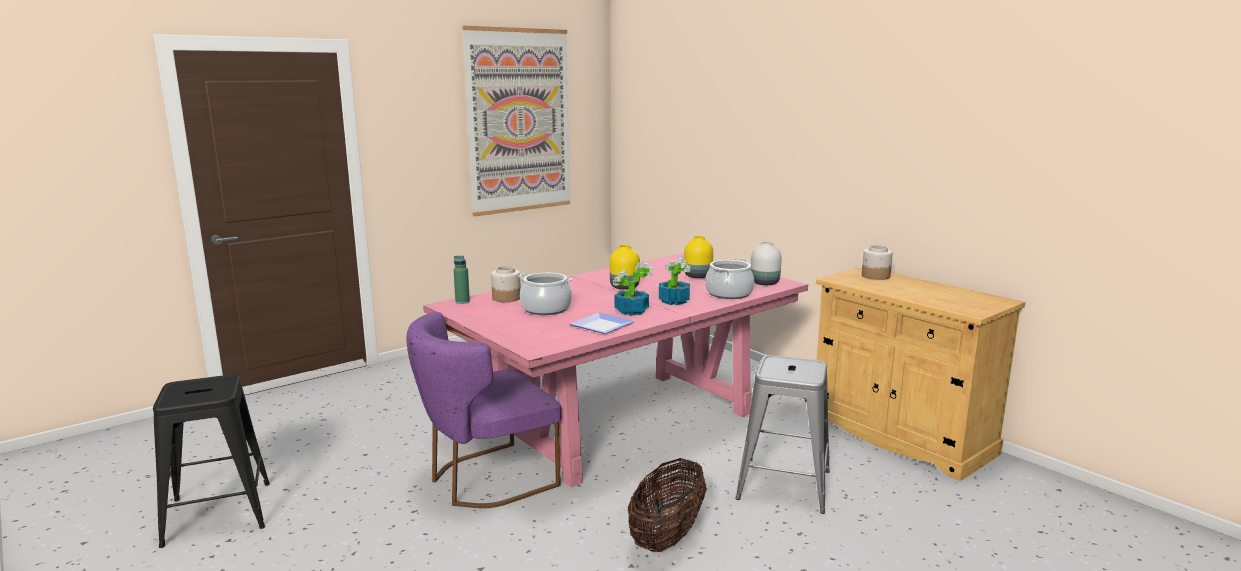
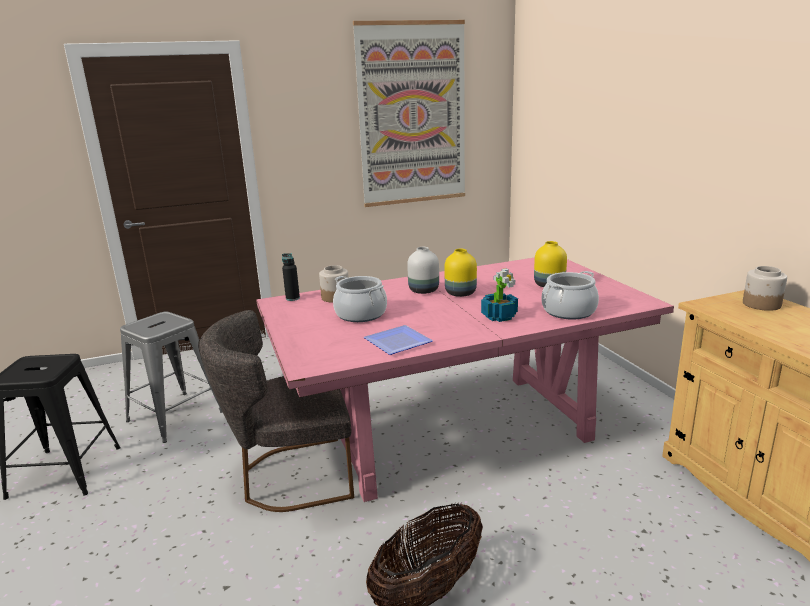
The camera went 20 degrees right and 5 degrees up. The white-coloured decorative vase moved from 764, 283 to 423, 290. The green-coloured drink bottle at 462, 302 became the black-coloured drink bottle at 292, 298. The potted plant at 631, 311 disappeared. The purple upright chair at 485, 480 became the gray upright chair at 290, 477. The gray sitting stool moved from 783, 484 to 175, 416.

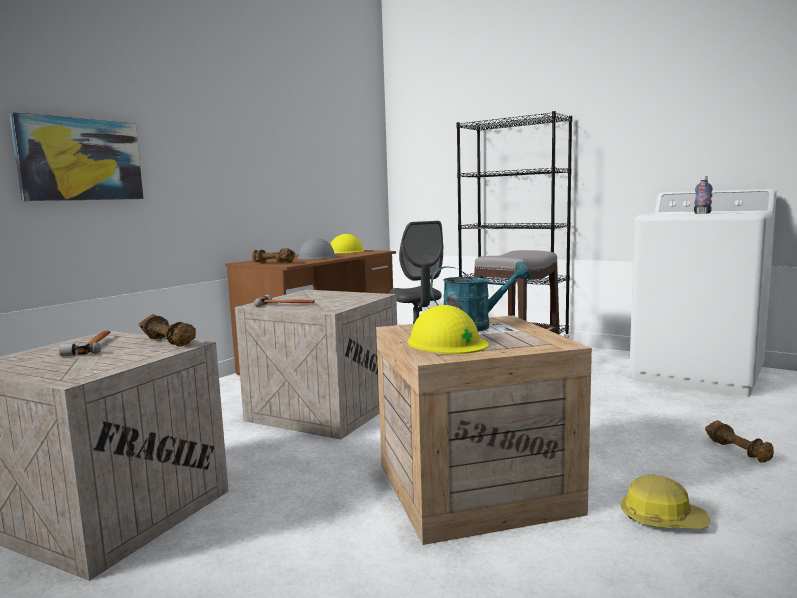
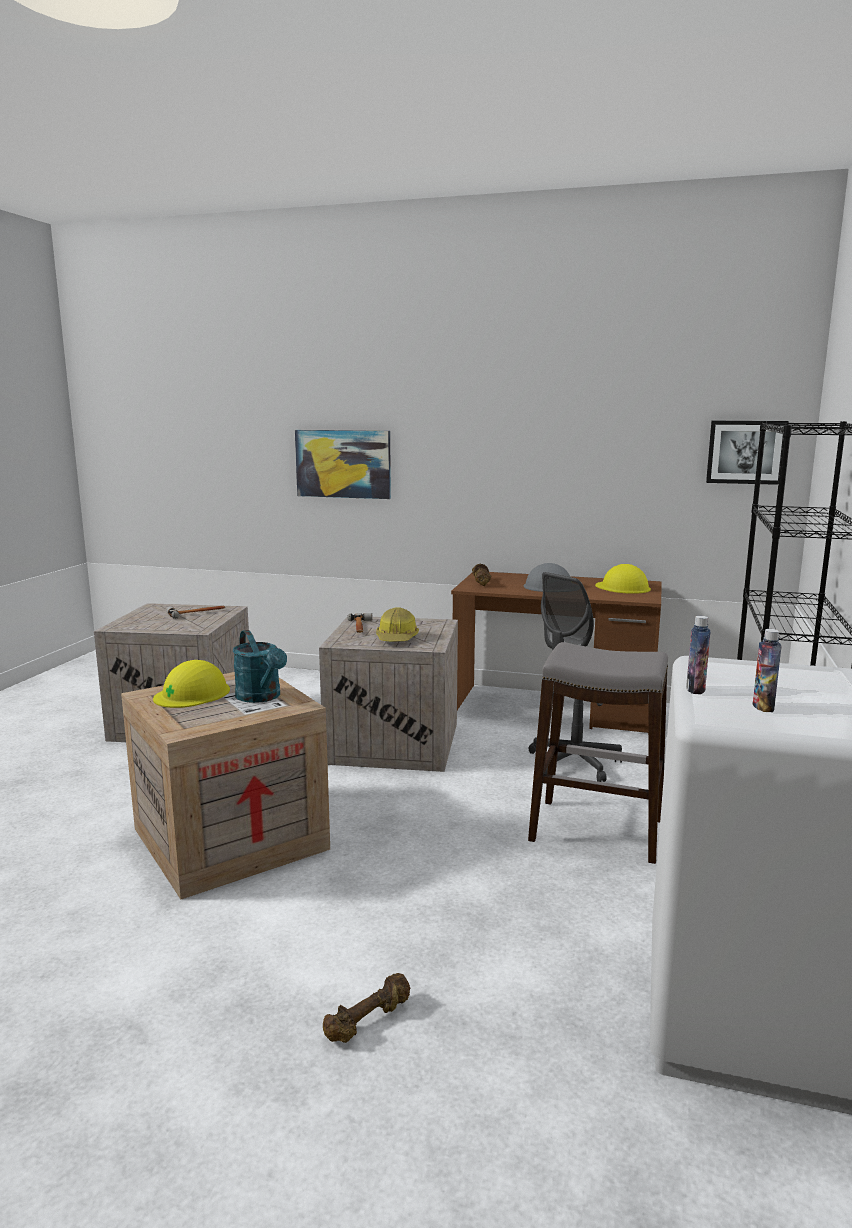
The camera went 70 degrees right and 5 degrees up. The brownish dumbbell at 169, 342 disappeared. The safety helmet moved from 662, 519 to 397, 638. The picture at 746, 452 appeared. The drink bottle at 763, 707 appeared.

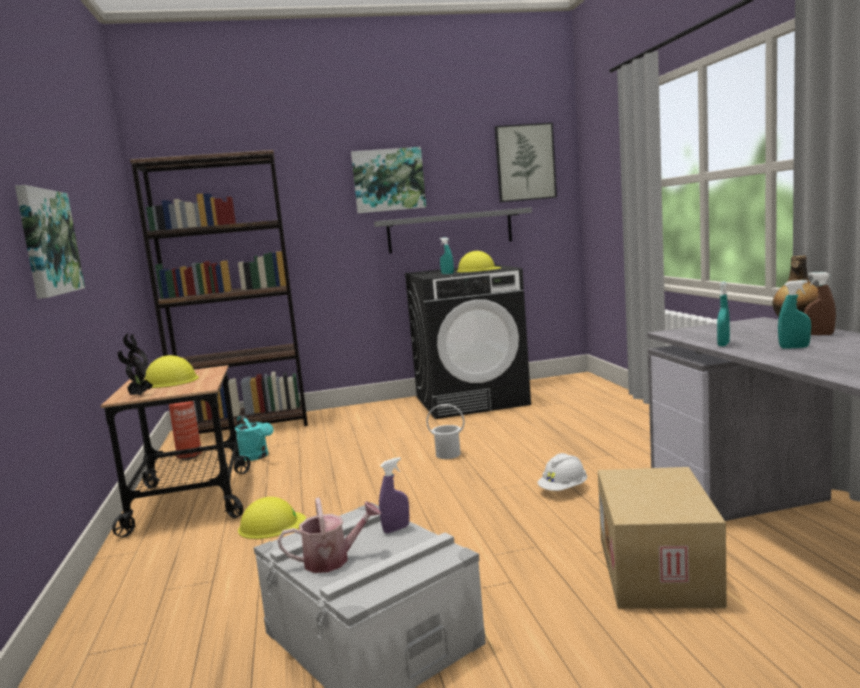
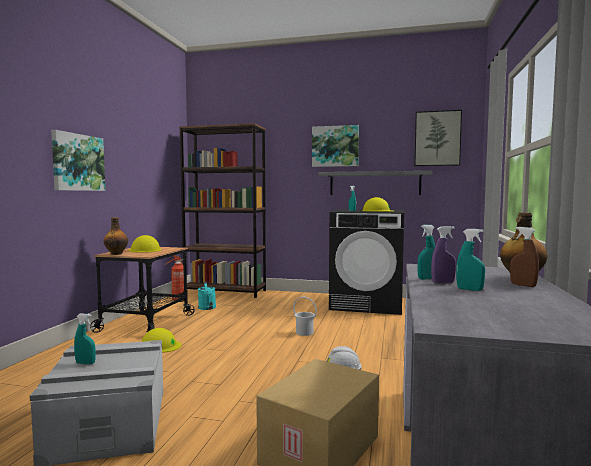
The camera went 25 degrees right and 5 degrees down. The potted plant at 139, 395 was replaced by the drink bottle at 116, 254. The purple hand sprayer moved from 396, 529 to 443, 283. The watering can at 333, 559 was replaced by the turquoise hand sprayer at 85, 363.

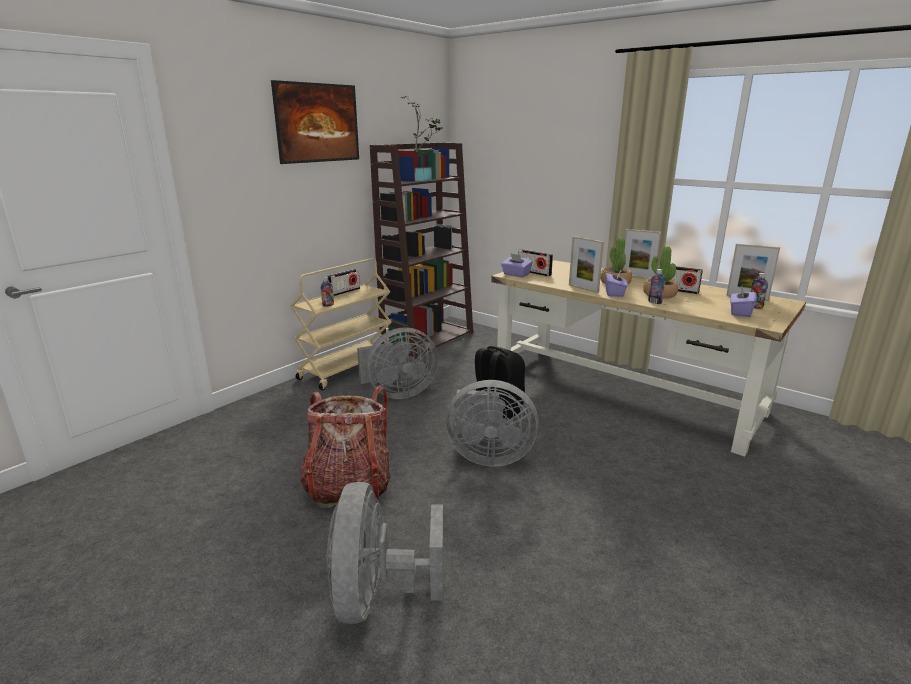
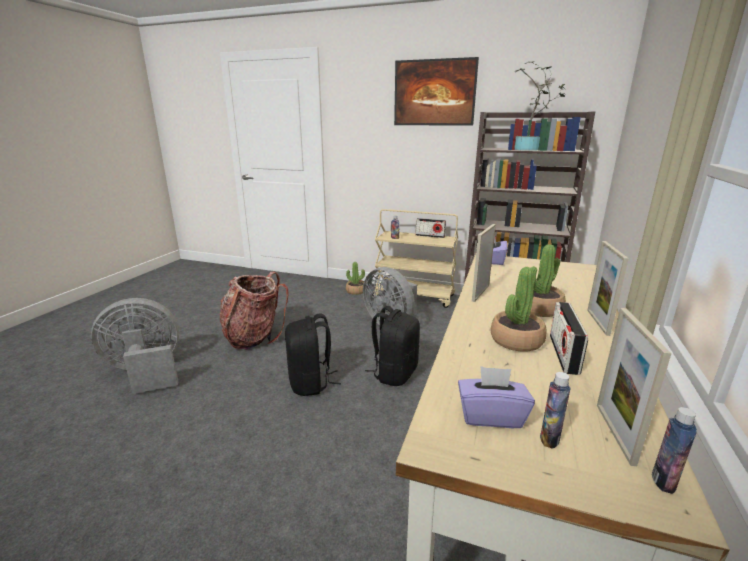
The camera went 70 degrees right and 0 degrees up. The radio receiver at 534, 272 disappeared. The purple box of tissues at 615, 293 disappeared. The drink bottle moved from 654, 302 to 663, 481. The gray cooling fan at 488, 456 was replaced by the black-coloured rucksack at 311, 383. The potted plant at 356, 291 appeared.

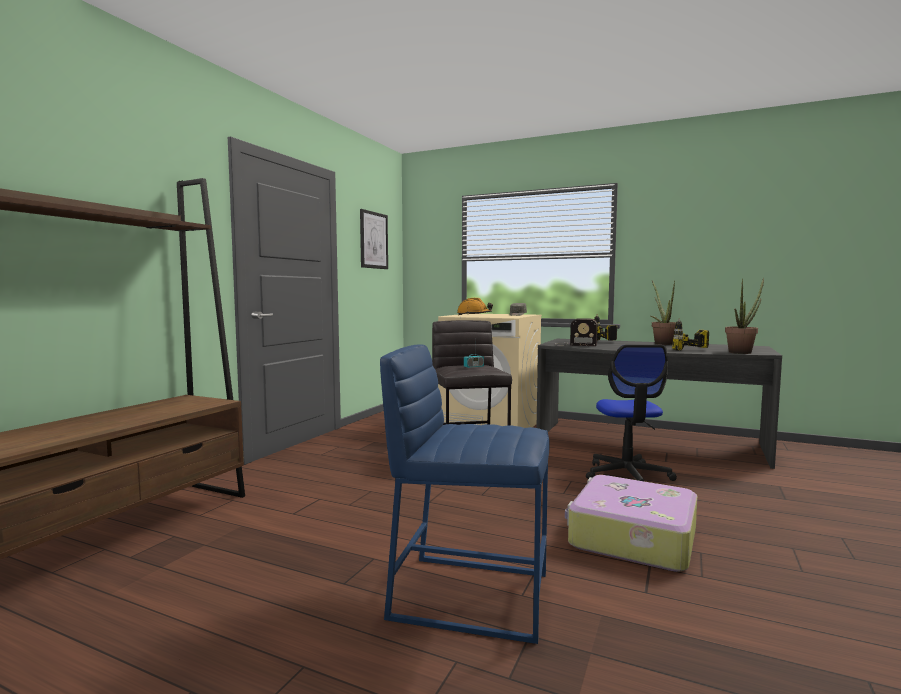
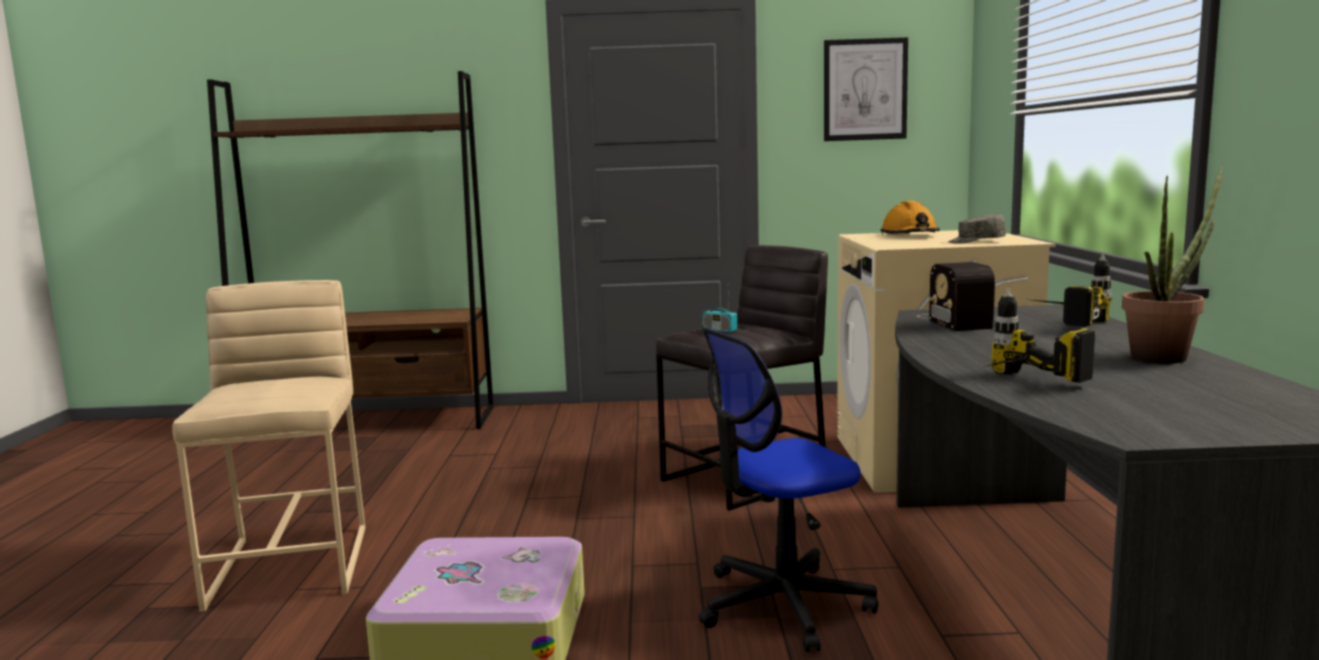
The camera went 65 degrees right and 5 degrees up. The potted plant at 742, 352 disappeared. The blue sitting stool at 469, 594 became the sand-coloured sitting stool at 293, 565.

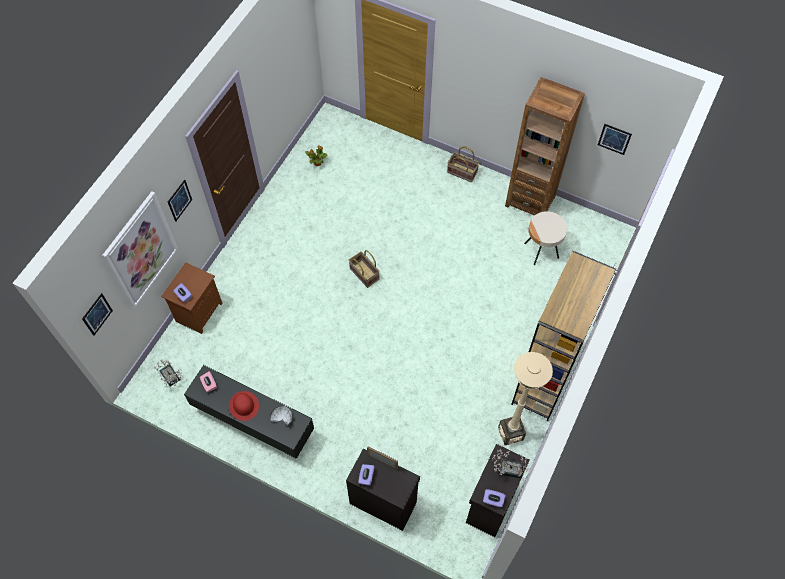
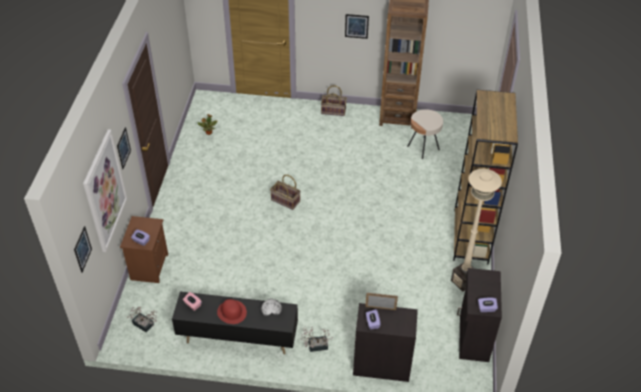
The camera went 20 degrees left and 15 degrees down. The picture moved from 614, 139 to 356, 26. The potted plant moved from 507, 468 to 315, 345.

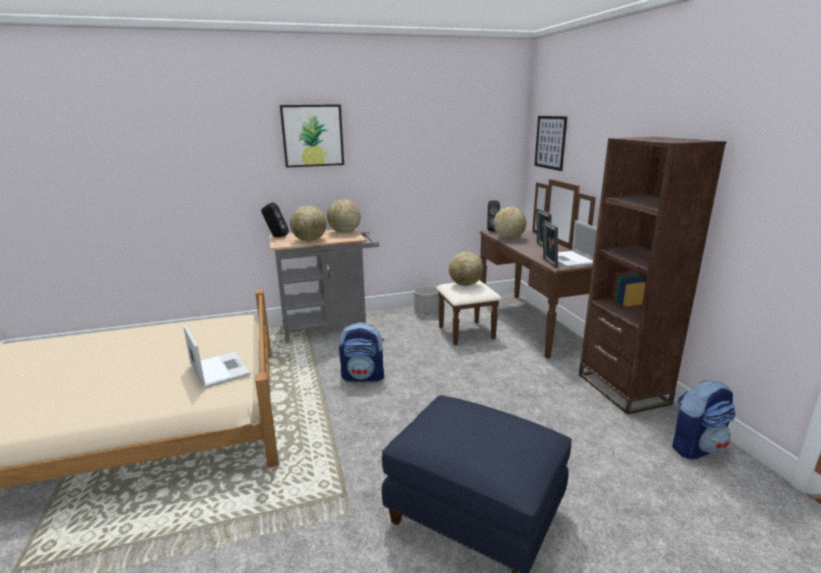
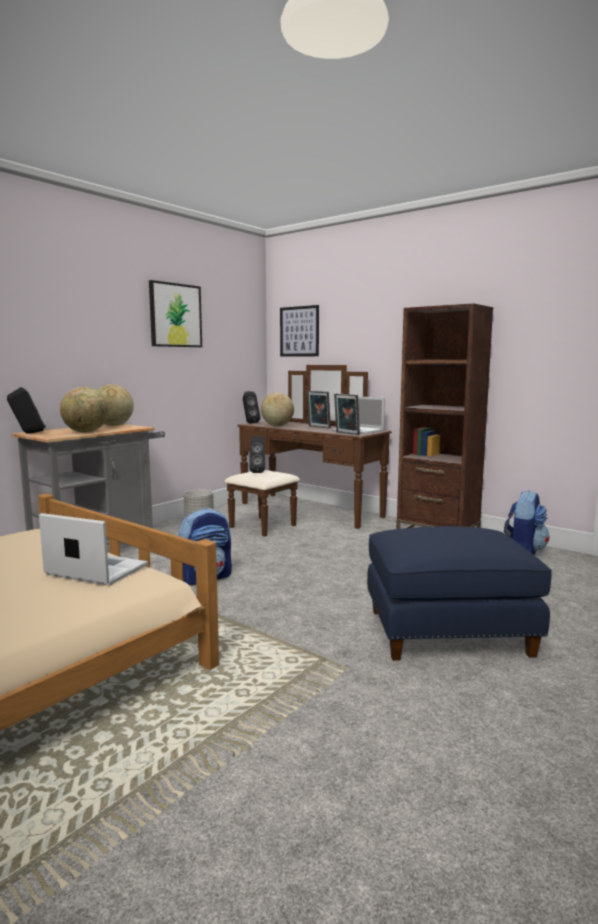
The camera went 35 degrees left and 10 degrees down. The picture moved from 312, 135 to 175, 315. The globe at 465, 284 was replaced by the black-coloured speaker at 257, 472.

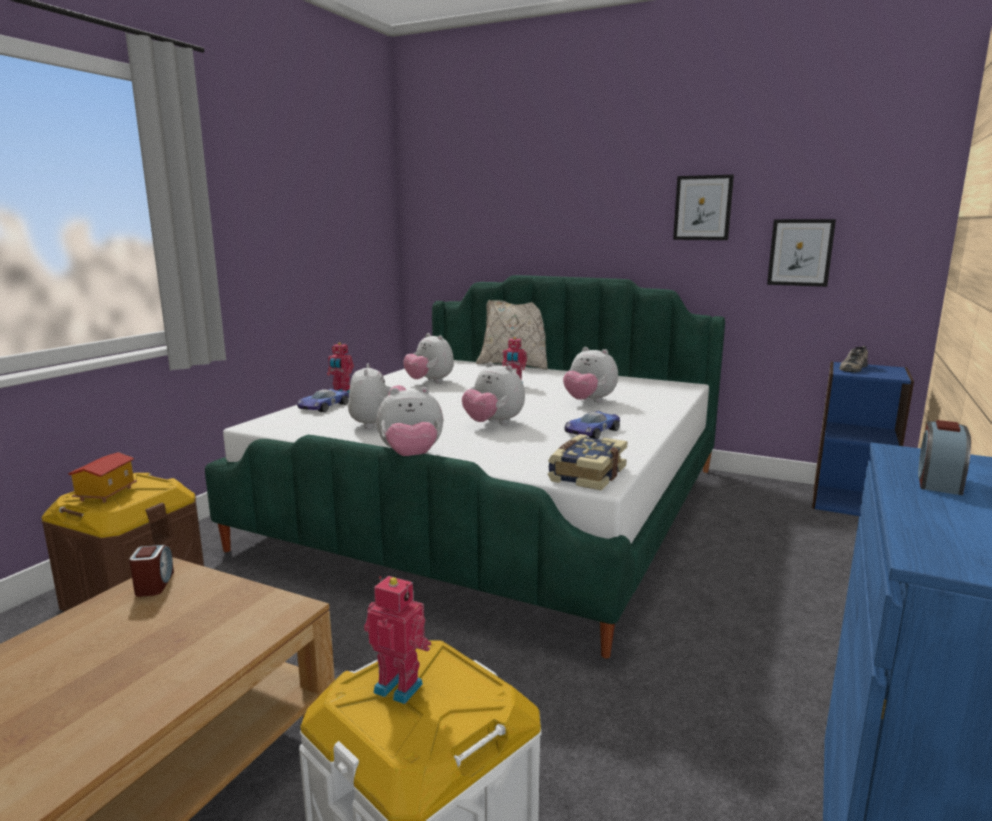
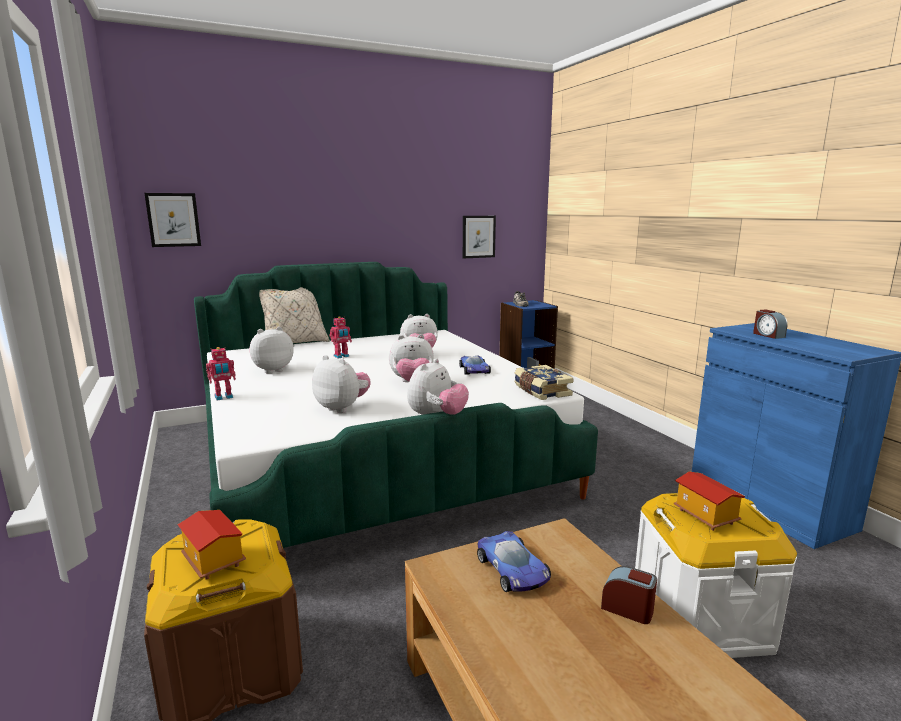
The camera went 50 degrees left and 0 degrees up. The picture moved from 702, 208 to 173, 220. The cuddly toy at 429, 382 turned 150 degrees clockwise. The miniature car moved from 323, 406 to 513, 570. The alarm clock moved from 154, 584 to 627, 609. The robot figure at 400, 686 was replaced by the model house at 704, 516.

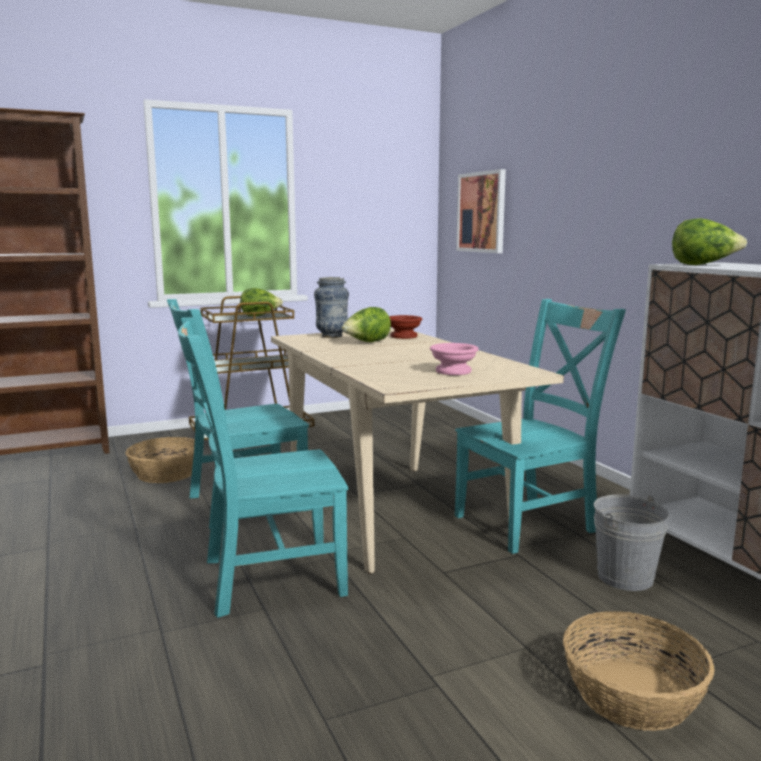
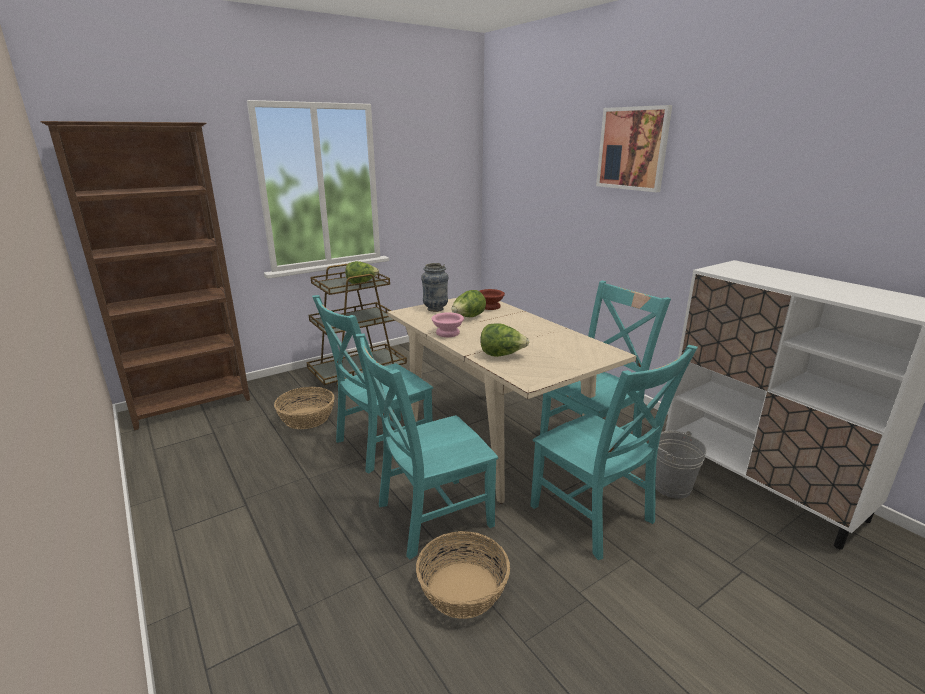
The camera went 10 degrees left and 10 degrees up. The picture moved from 482, 212 to 633, 148. The lettuce moved from 703, 265 to 502, 355. The pinkish serving bowl moved from 451, 371 to 446, 333. The household basket moved from 632, 695 to 462, 590. The turquoise upright chair at 594, 517 appeared.

